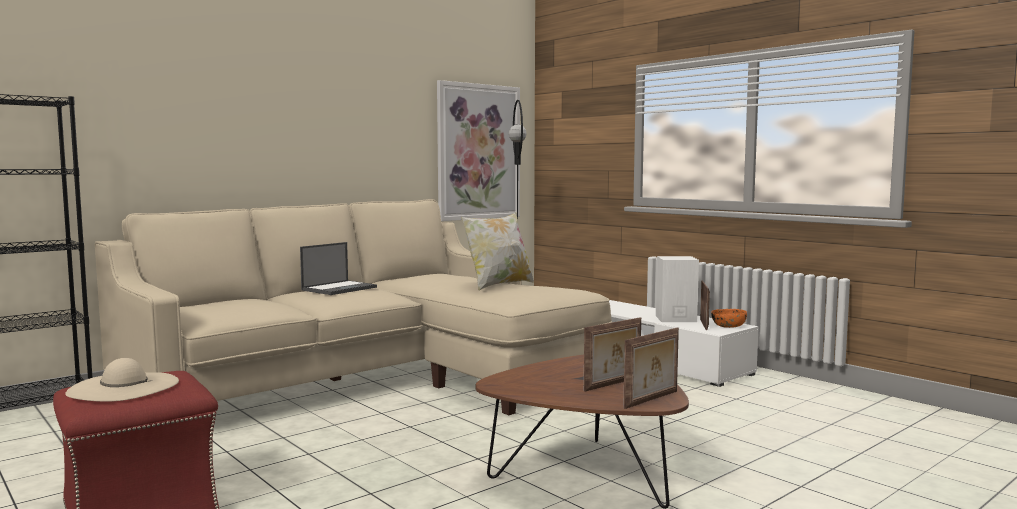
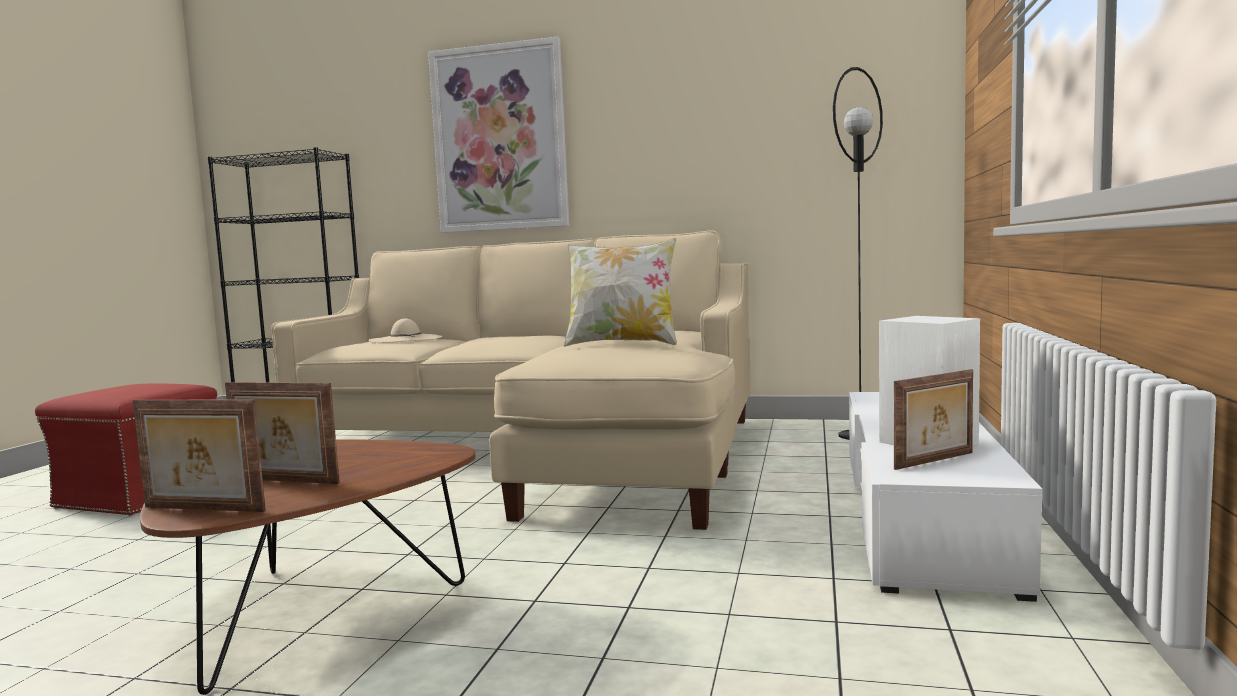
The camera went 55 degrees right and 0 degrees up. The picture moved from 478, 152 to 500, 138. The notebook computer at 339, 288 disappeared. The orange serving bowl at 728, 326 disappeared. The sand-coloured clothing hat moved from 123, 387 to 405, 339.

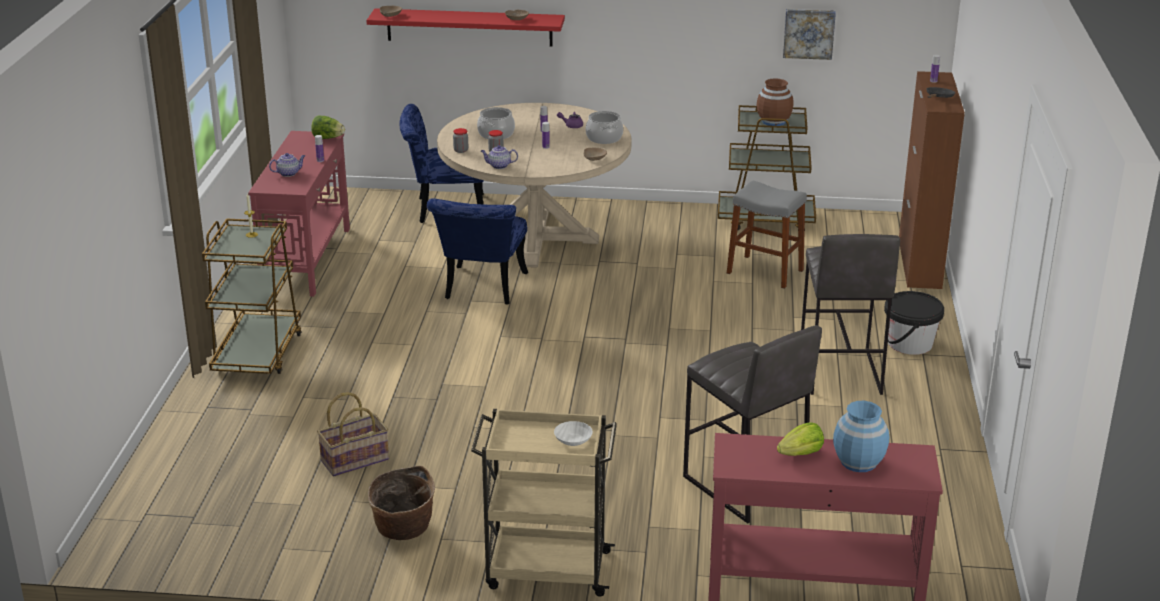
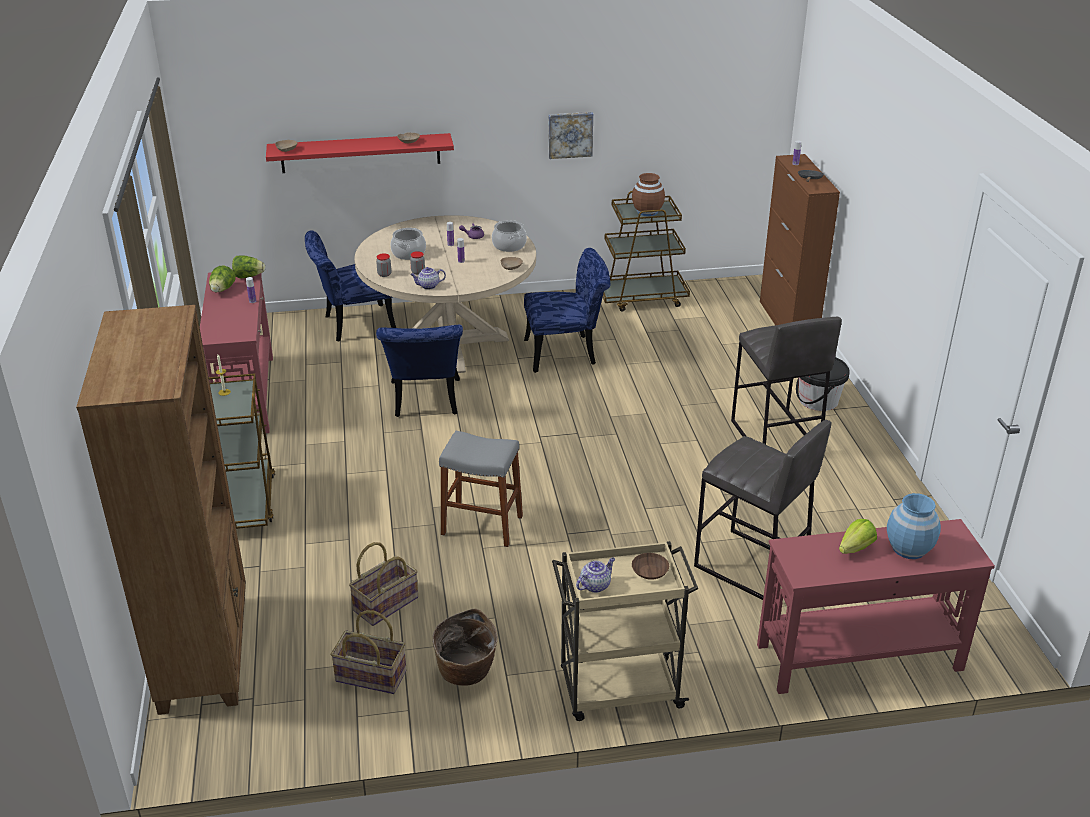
The camera went 15 degrees left and 5 degrees up. The picture moved from 808, 33 to 570, 134. The tea pot moved from 289, 173 to 595, 585. The gray sitting stool moved from 765, 272 to 482, 525. The white-coloured serving bowl at 573, 439 became the brownish serving bowl at 649, 571. The blue upright chair at 567, 353 appeared. The lettuce at 222, 290 appeared. The brownish bookshelf at 205, 652 appeared. The household basket at 370, 677 appeared.

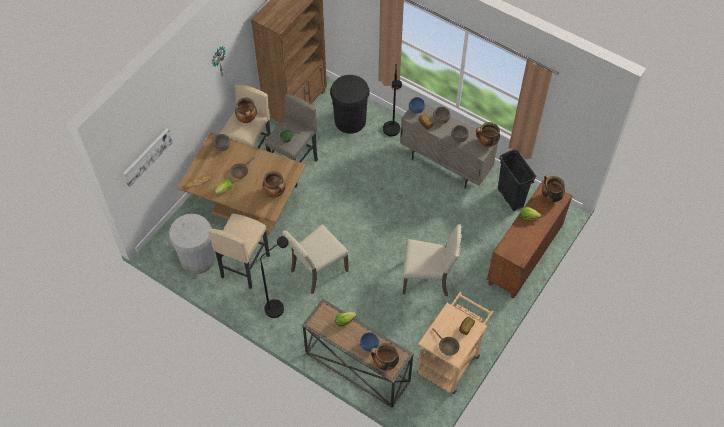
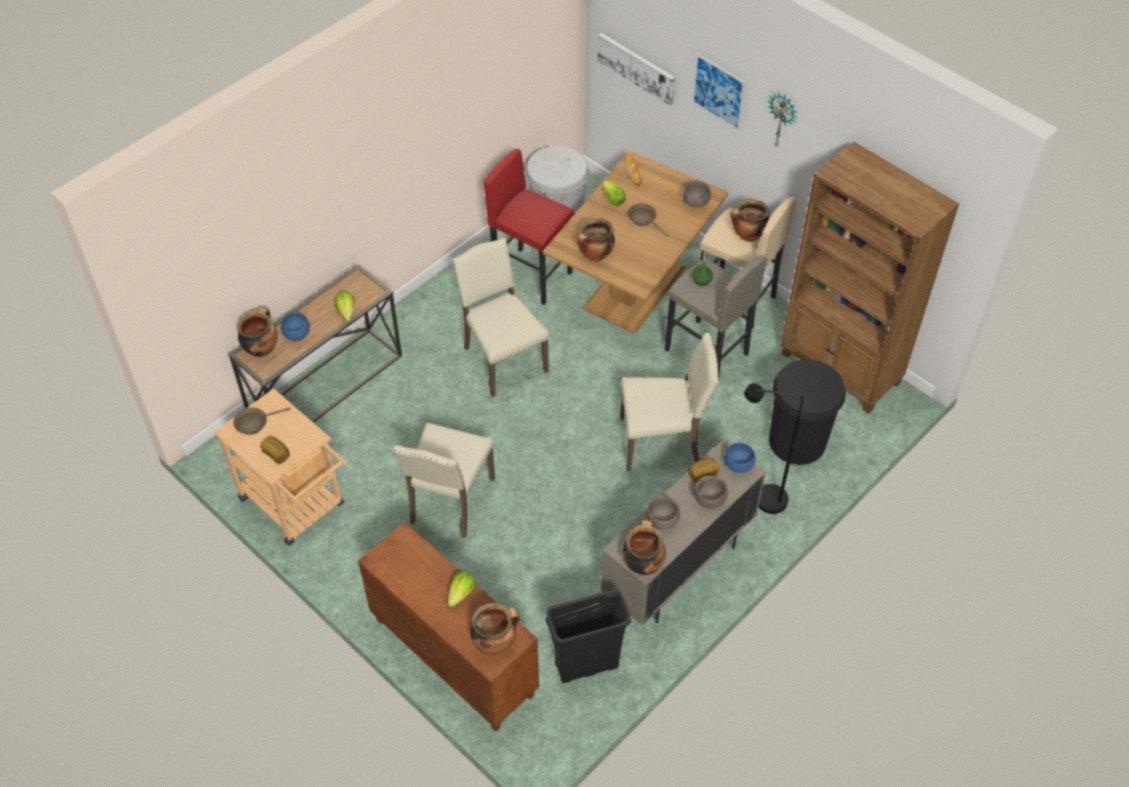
The camera went 100 degrees right and 5 degrees down. The sand-coloured sitting stool at 245, 266 became the red-coloured sitting stool at 532, 275. The black-coloured standing lamp at 278, 305 disappeared. The picture at 718, 92 appeared. The sand-coloured upright chair at 662, 441 appeared.

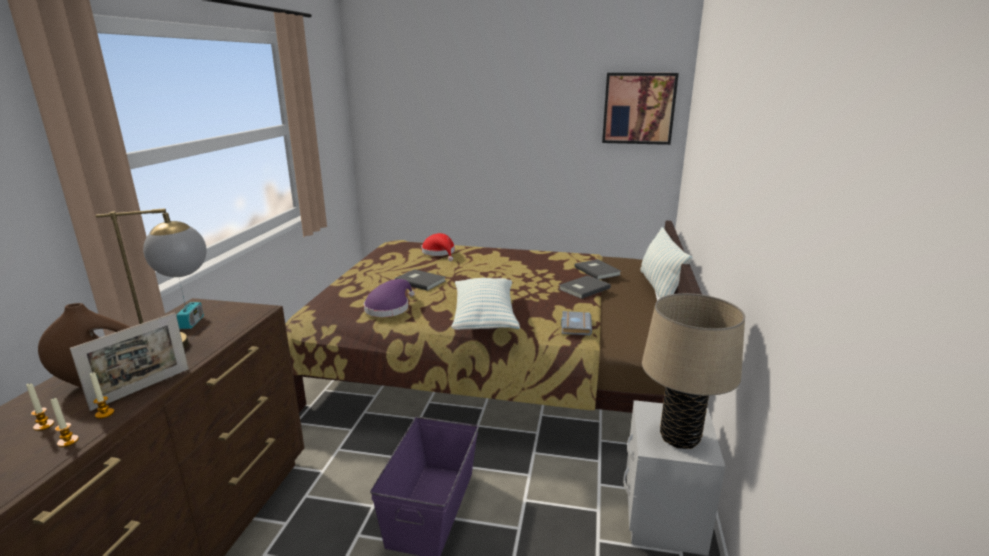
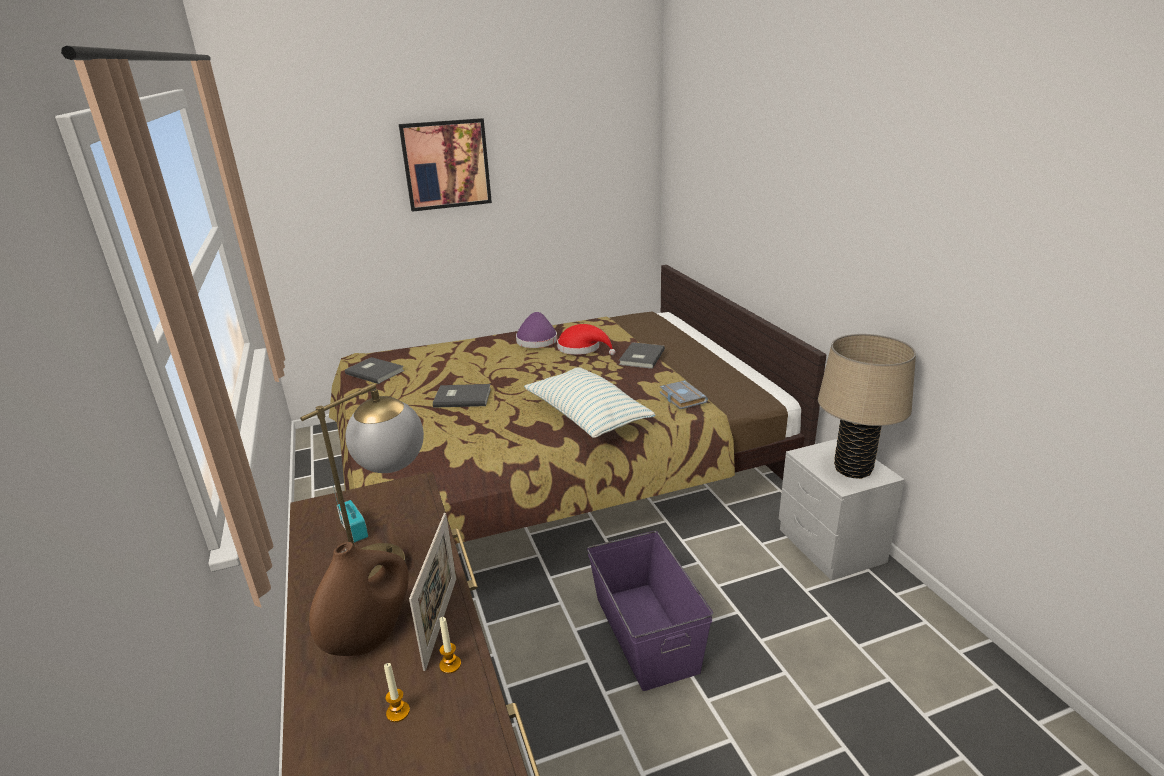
The camera went 30 degrees left and 5 degrees up. The picture moved from 638, 108 to 446, 164. The pillow at 659, 288 disappeared. The red-coloured clothing hat moved from 439, 253 to 582, 348. The gray volume moved from 597, 270 to 375, 371. The purple clothing hat moved from 389, 308 to 536, 340. The wax light at 68, 441 disappeared.

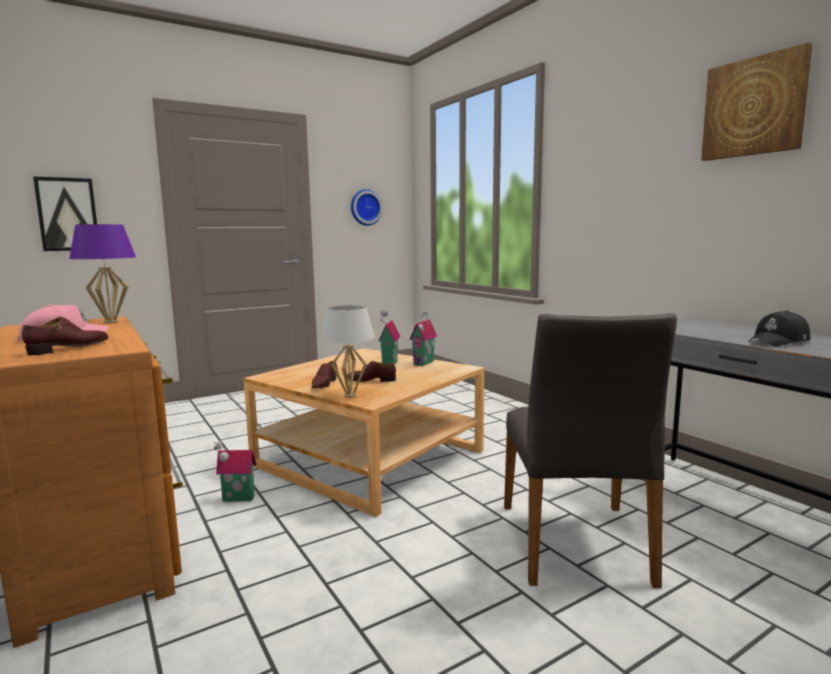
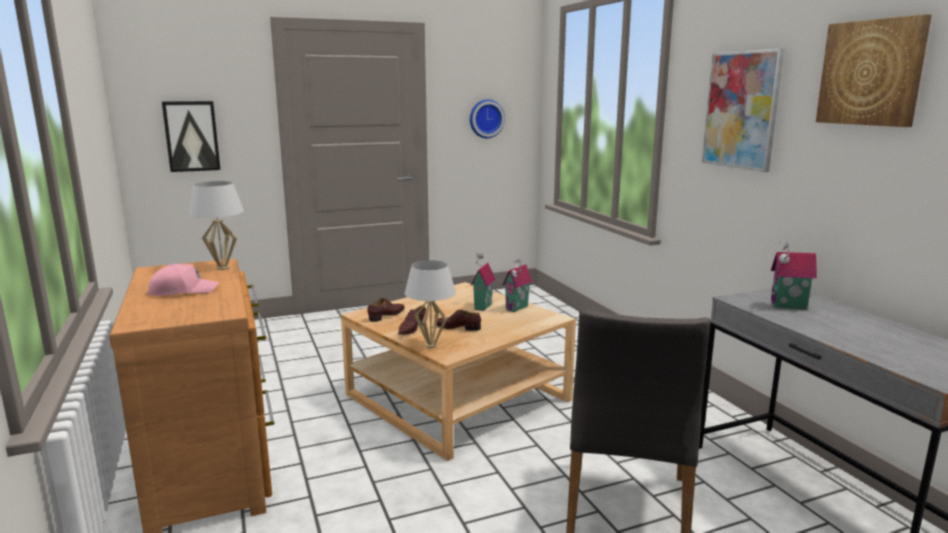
The camera went 10 degrees right and 5 degrees up. The purple table lamp at 111, 322 became the white-coloured table lamp at 222, 268. The black-coloured cap at 779, 341 disappeared. The brownish item of footwear moved from 70, 348 to 387, 315. The model house moved from 237, 499 to 789, 306. The picture at 741, 110 appeared.

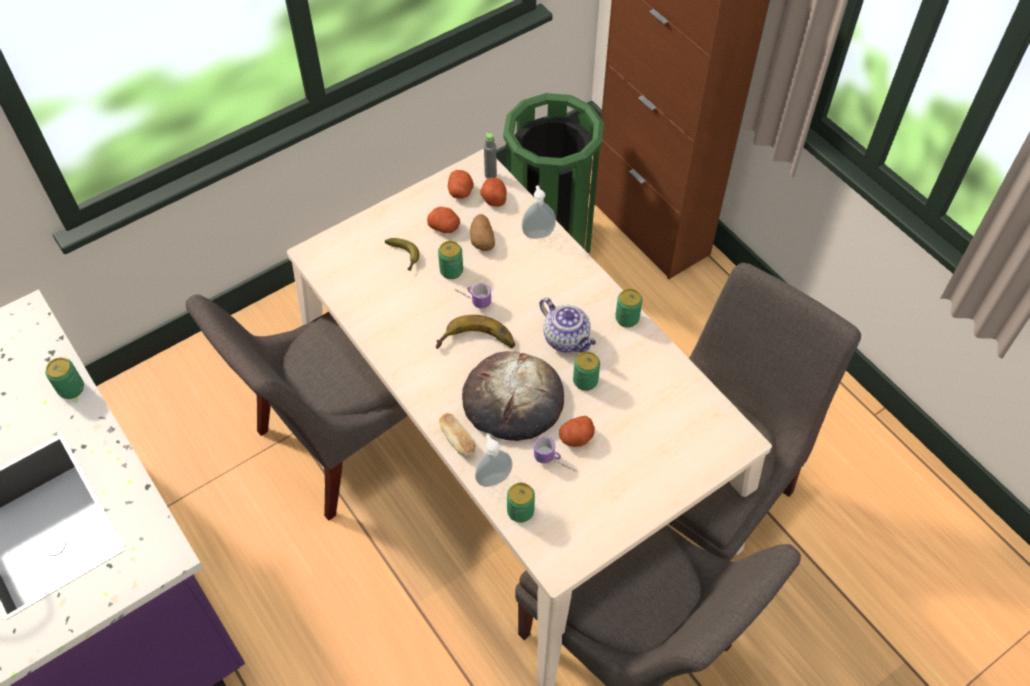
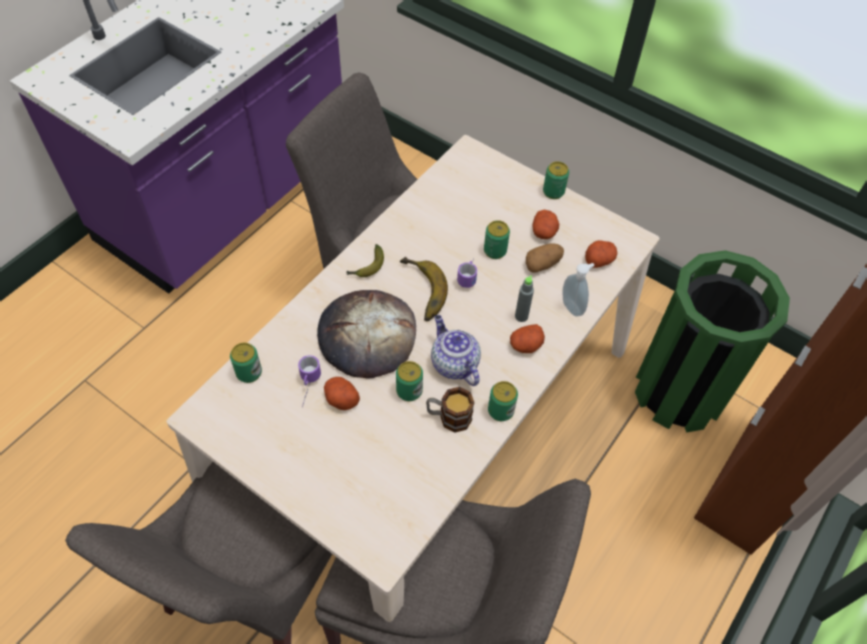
The camera went 70 degrees right and 0 degrees up. The gray drink bottle moved from 490, 175 to 521, 316. The potato moved from 461, 192 to 526, 345. The banana fruit moved from 405, 256 to 367, 267. The tea pot at 567, 339 turned 120 degrees clockwise. The metal can moved from 71, 388 to 553, 192. The baked bread at 457, 440 disappeared. The soap bottle at 493, 478 disappeared. The mug at 449, 417 appeared.

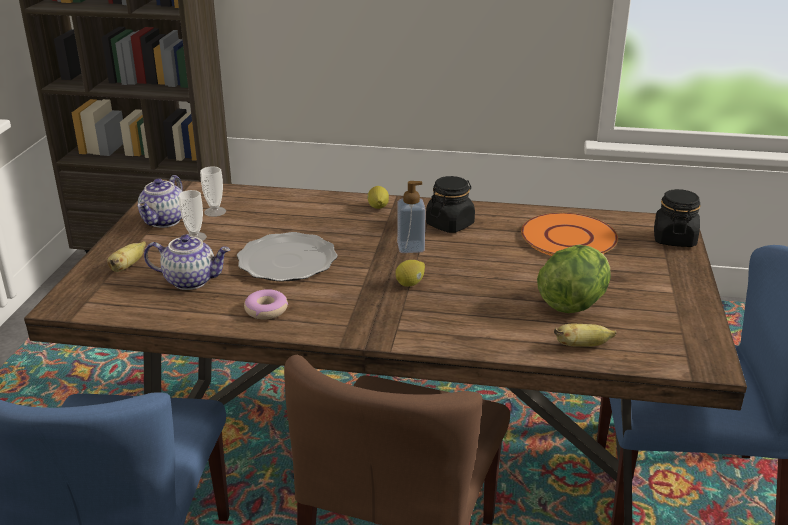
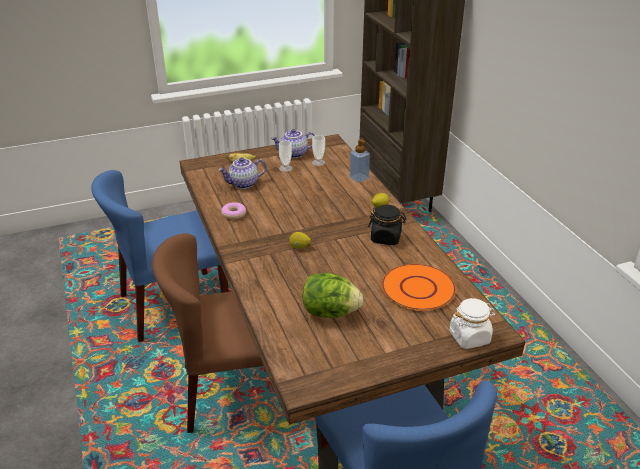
The camera went 60 degrees right and 5 degrees up. The soap bottle moved from 410, 247 to 359, 178. The black-coloured preserve jar at 674, 239 became the white-coloured preserve jar at 469, 337. The plate at 288, 261 disappeared. The tea pot at 191, 280 turned 90 degrees clockwise. The banana fruit at 582, 346 disappeared.

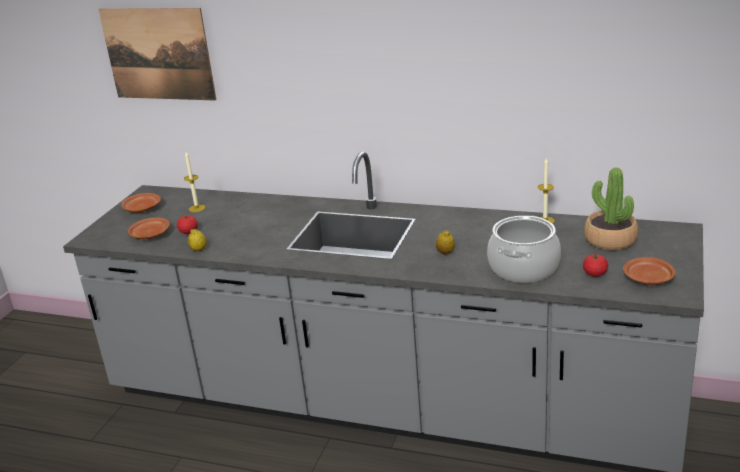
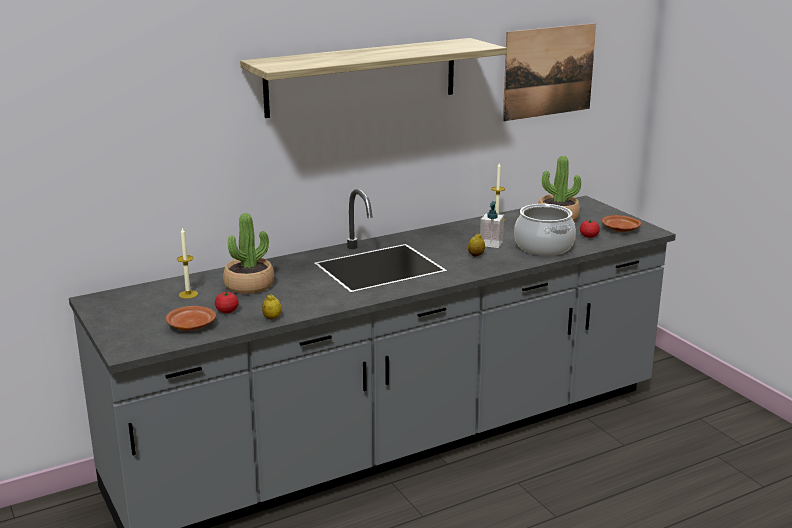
The camera went 50 degrees left and 5 degrees down. The picture moved from 158, 54 to 549, 71. The brownish plate at 142, 209 disappeared. The wall shelf at 362, 77 appeared. The soap bottle at 491, 243 appeared. The potted plant at 249, 285 appeared.

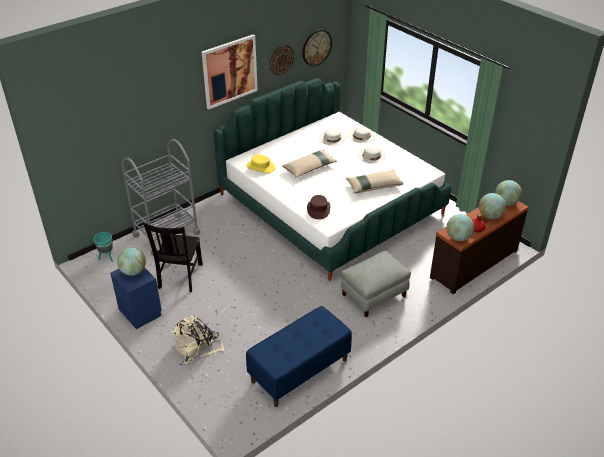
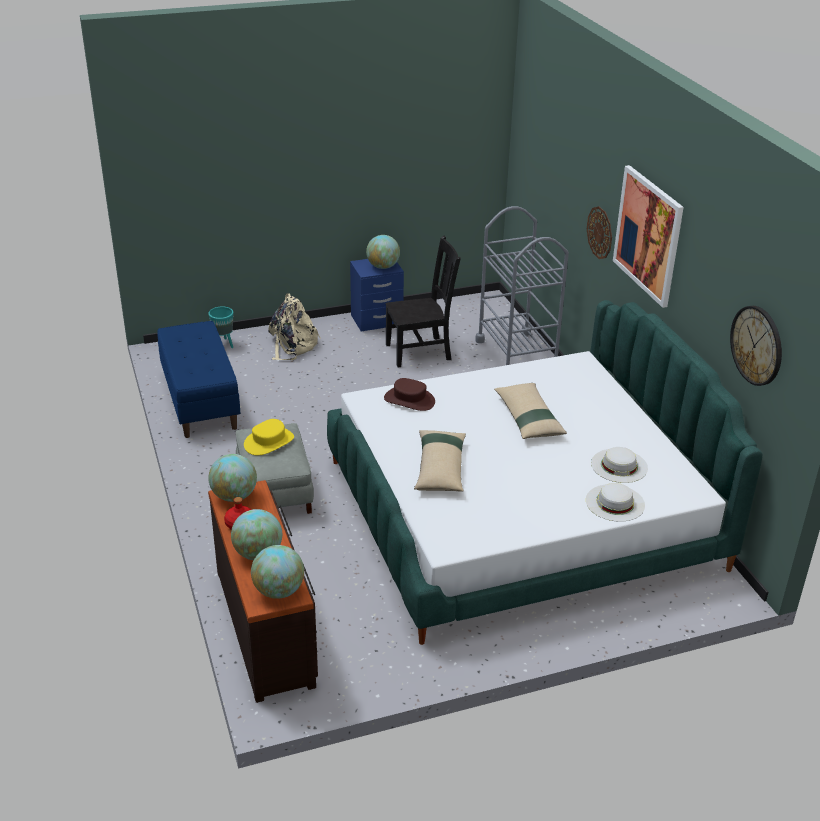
The camera went 110 degrees right and 5 degrees down. The clock on the wall moved from 281, 60 to 600, 232. The white-coloured clothing hat at 371, 155 disappeared. The yellow-coloured clothing hat moved from 260, 167 to 269, 442. The black-coloured upright chair at 180, 277 turned 135 degrees clockwise. The turquoise planter moved from 107, 257 to 224, 344.

